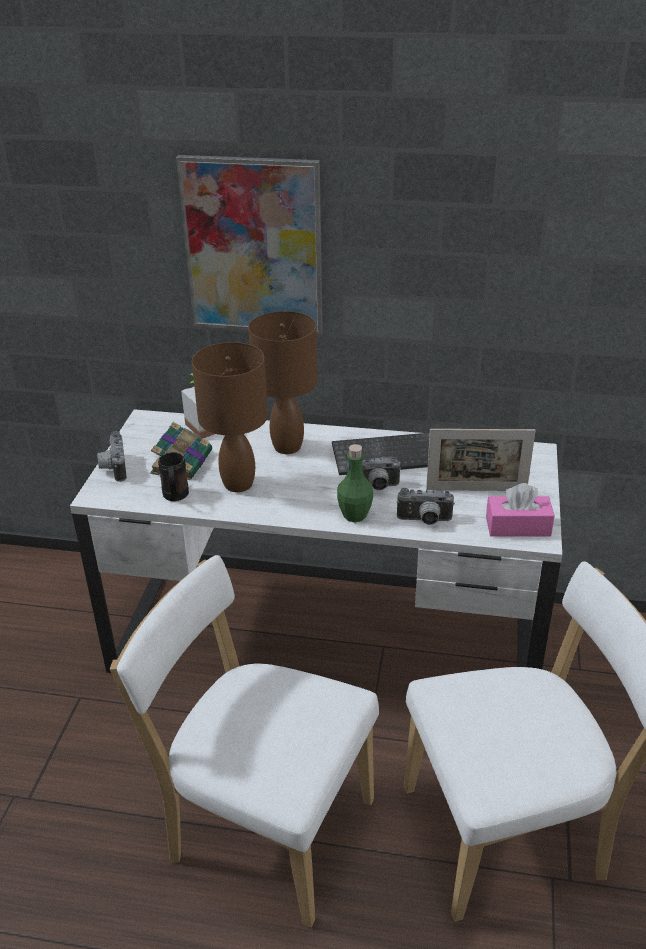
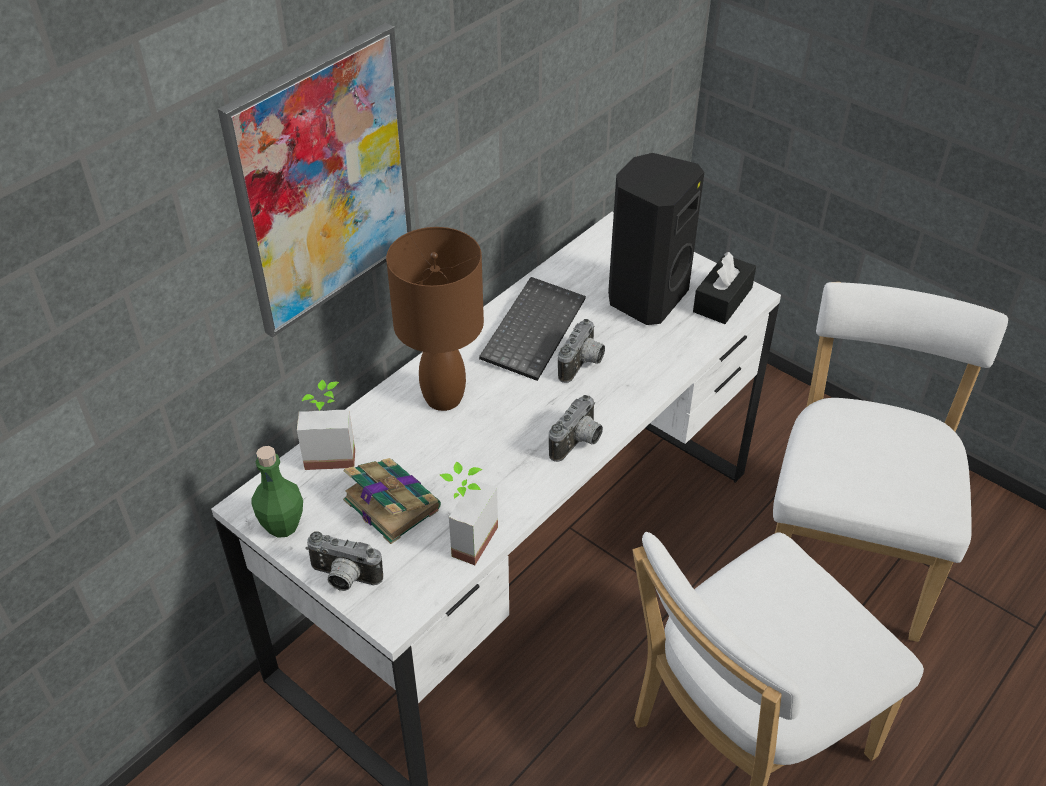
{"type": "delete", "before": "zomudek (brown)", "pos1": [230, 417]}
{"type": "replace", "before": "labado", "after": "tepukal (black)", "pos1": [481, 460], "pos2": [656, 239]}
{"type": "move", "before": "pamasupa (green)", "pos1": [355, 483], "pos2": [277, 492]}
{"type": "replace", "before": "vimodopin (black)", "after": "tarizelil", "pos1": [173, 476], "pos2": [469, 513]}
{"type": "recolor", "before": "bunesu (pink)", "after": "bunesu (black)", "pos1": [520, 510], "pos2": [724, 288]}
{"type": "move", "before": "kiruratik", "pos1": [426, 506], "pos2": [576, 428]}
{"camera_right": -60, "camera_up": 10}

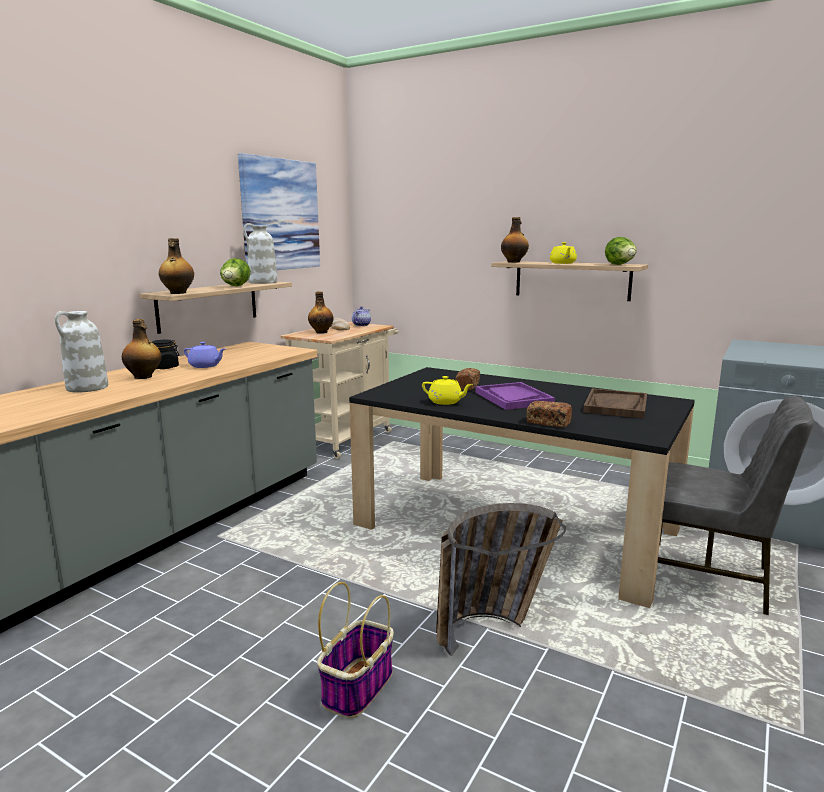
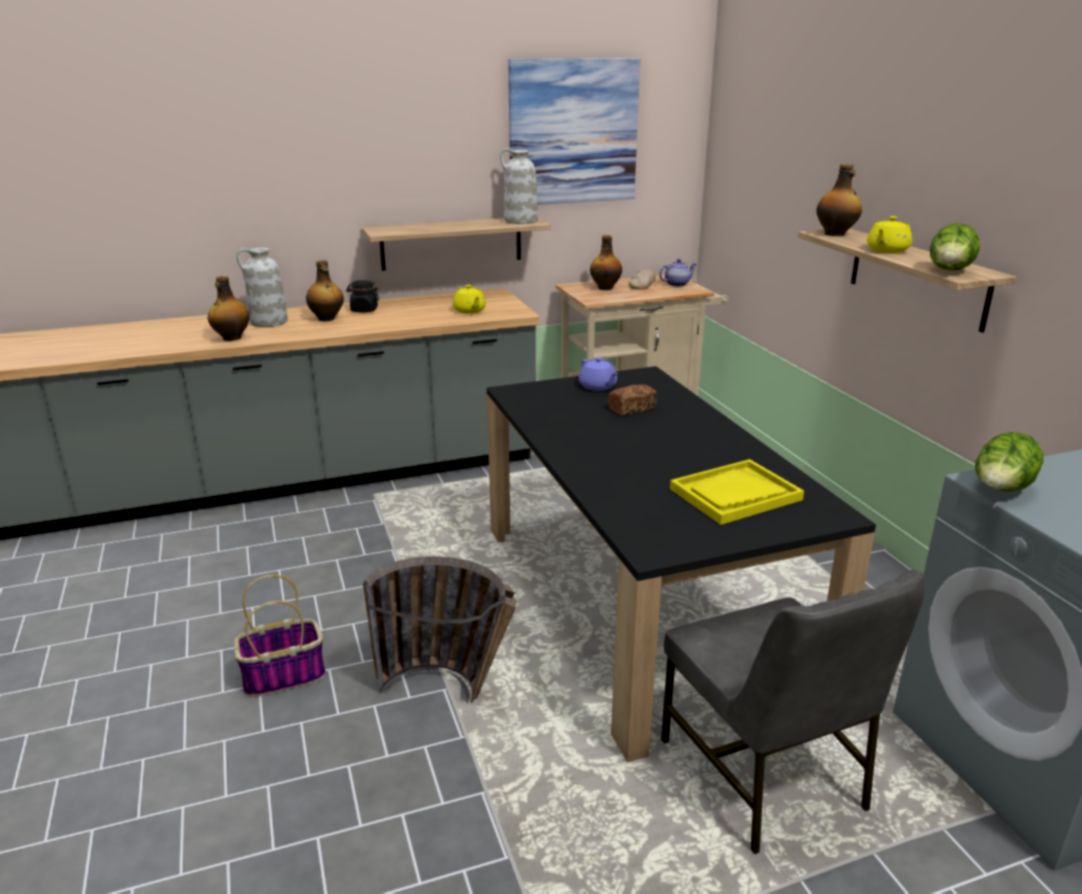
{"type": "move", "before": "pamasupa", "pos1": [176, 266], "pos2": [229, 308]}
{"type": "move", "before": "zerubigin", "pos1": [235, 272], "pos2": [1009, 461]}
{"type": "move", "before": "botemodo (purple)", "pos1": [204, 355], "pos2": [598, 374]}
{"type": "move", "before": "botemodo (yellow)", "pos1": [447, 390], "pos2": [469, 299]}
{"type": "delete", "before": "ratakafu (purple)", "pos1": [515, 396]}
{"type": "recolor", "before": "ratakafu (brown)", "after": "ratakafu (yellow)", "pos1": [615, 403], "pos2": [737, 492]}
{"type": "delete", "before": "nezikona", "pos1": [549, 414]}
{"camera_right": 40, "camera_up": 10}

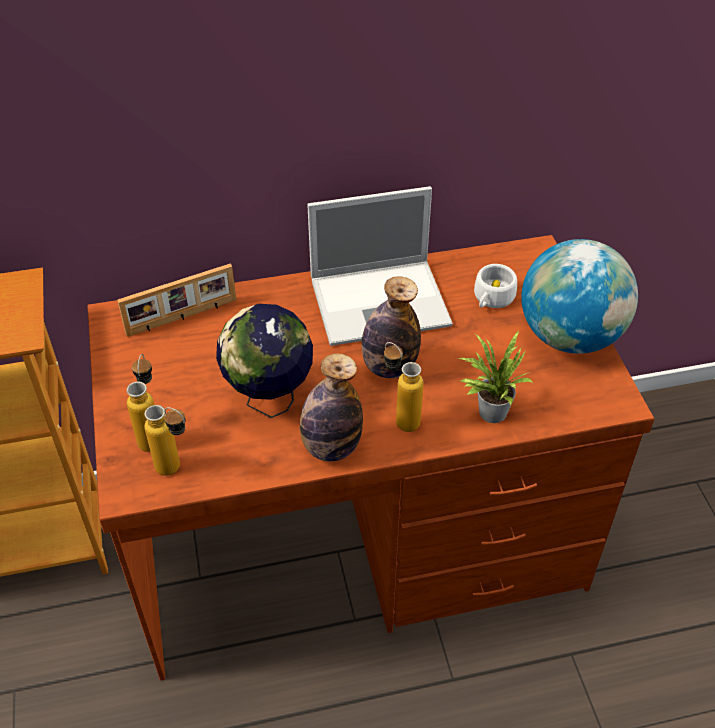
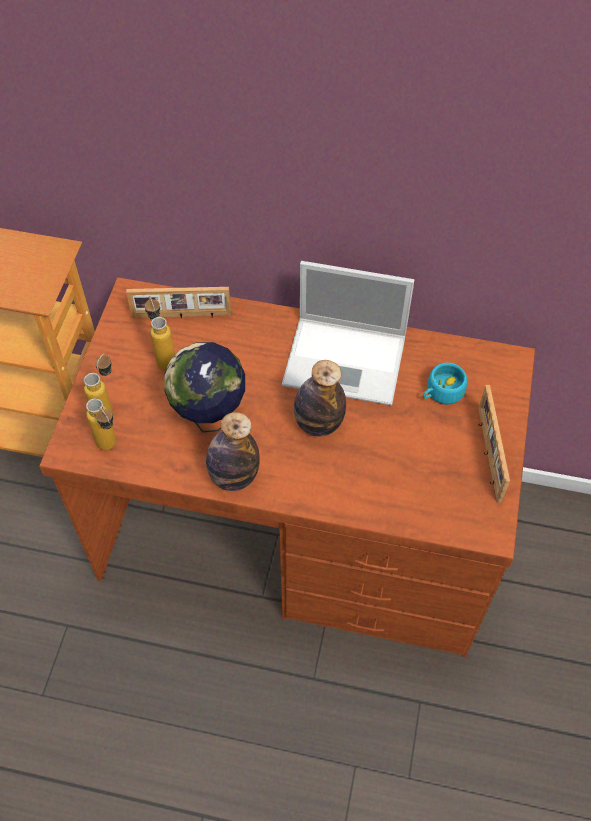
{"type": "replace", "before": "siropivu", "after": "labado", "pos1": [579, 296], "pos2": [494, 444]}
{"type": "recolor", "before": "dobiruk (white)", "after": "dobiruk (turquoise)", "pos1": [495, 286], "pos2": [445, 384]}
{"type": "delete", "before": "tarizelil", "pos1": [496, 377]}
{"type": "move", "before": "pamasupa", "pos1": [404, 387], "pos2": [160, 333]}
{"camera_right": 25, "camera_up": 10}

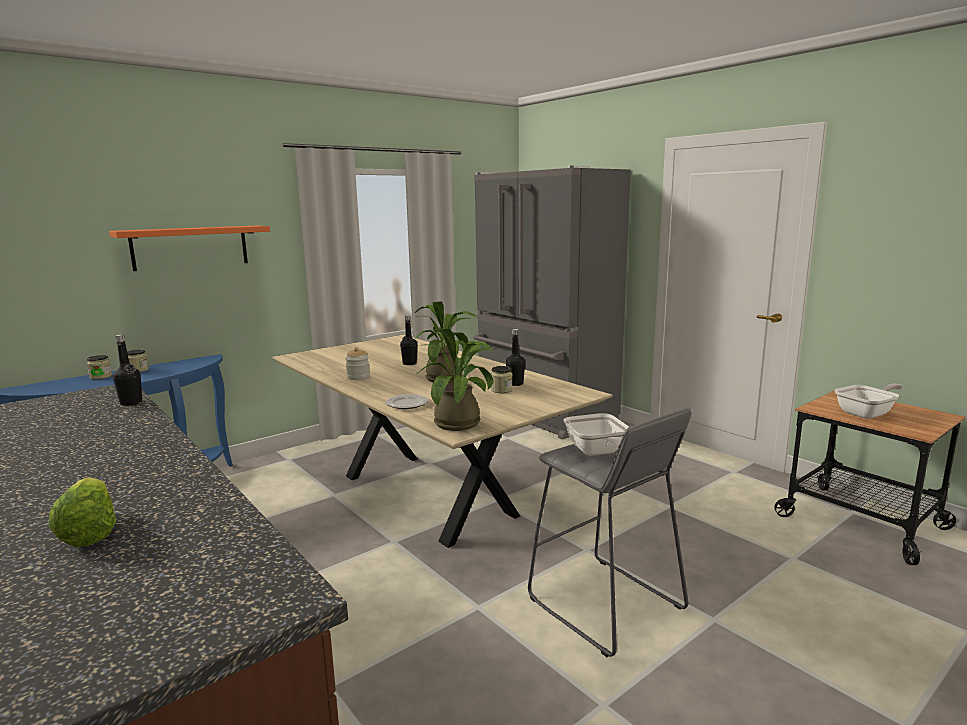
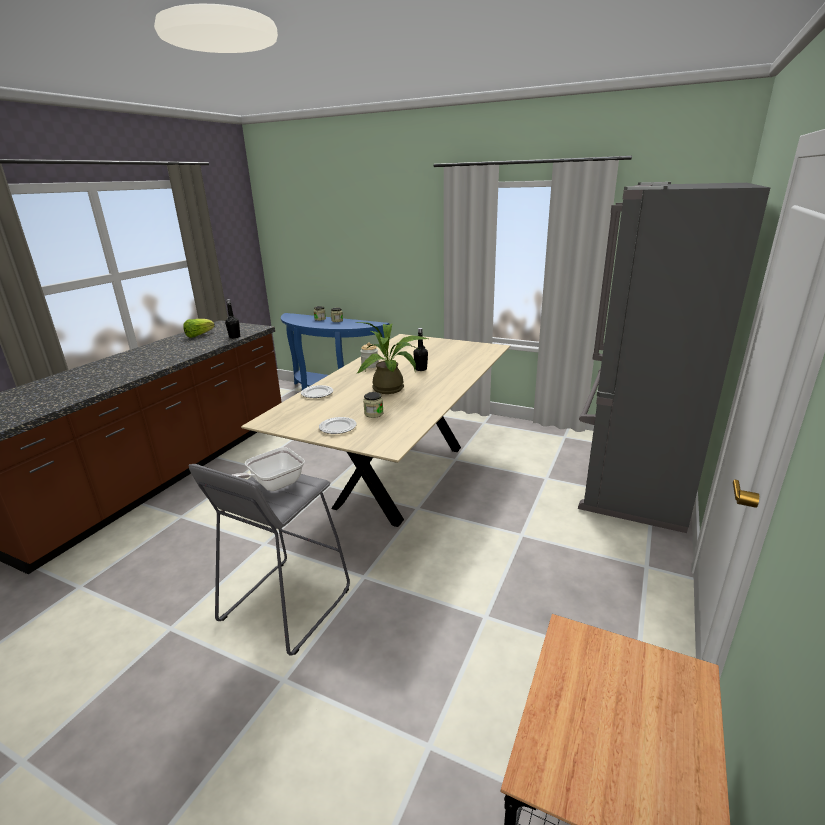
{"type": "delete", "before": "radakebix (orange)", "pos1": [189, 248]}
{"type": "delete", "before": "tarizelil", "pos1": [456, 380]}
{"type": "delete", "before": "pamasupa (black)", "pos1": [515, 357]}
{"type": "delete", "before": "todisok", "pos1": [869, 401]}
{"type": "move", "before": "zerubigin", "pos1": [82, 512], "pos2": [199, 328]}
{"type": "insert", "after": "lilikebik", "pos2": [338, 425]}
{"camera_right": 65, "camera_up": 10}

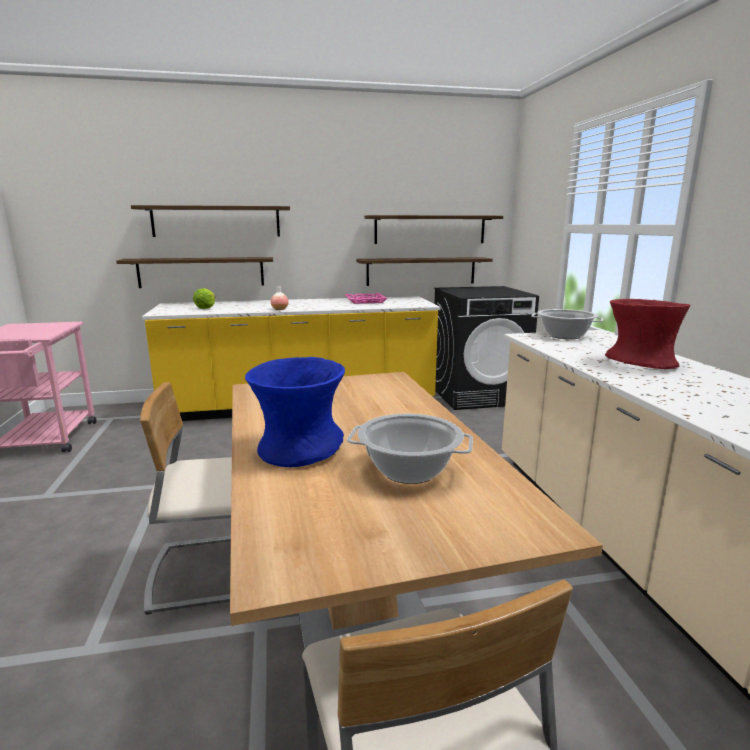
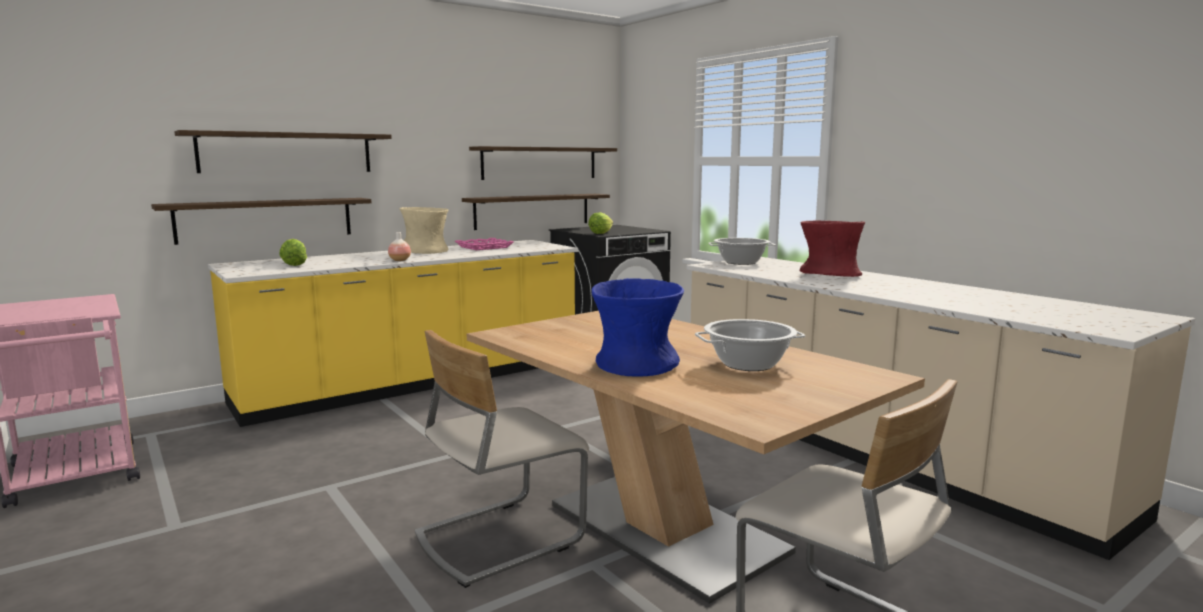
{"type": "insert", "after": "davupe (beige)", "pos2": [423, 230]}
{"type": "insert", "after": "zerubigin", "pos2": [600, 223]}
{"camera_right": -25, "camera_up": -5}

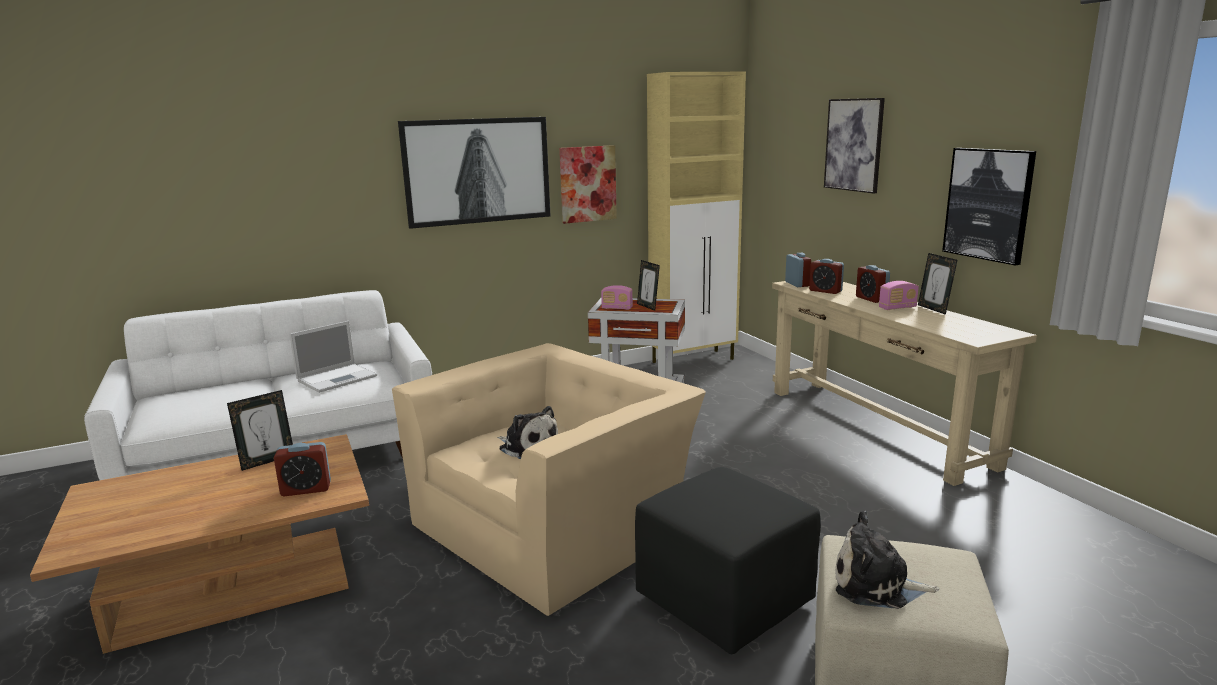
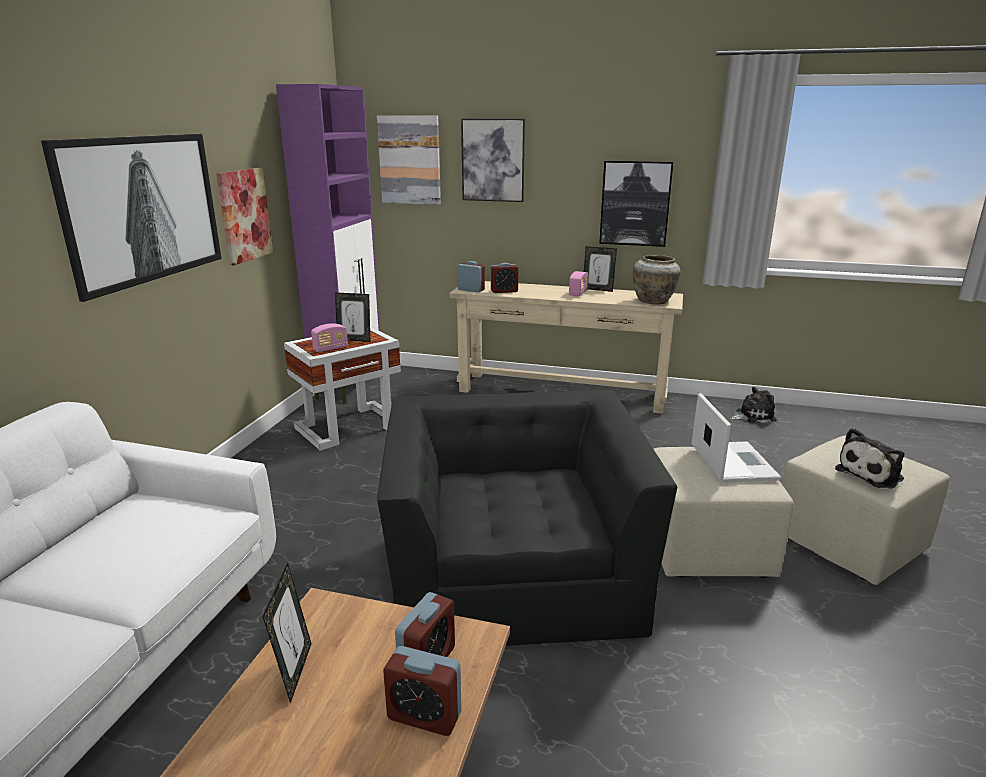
{"type": "recolor", "before": "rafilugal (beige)", "after": "rafilugal (purple)", "pos1": [696, 217], "pos2": [328, 243]}
{"type": "move", "before": "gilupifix", "pos1": [873, 284], "pos2": [422, 691]}
{"type": "move", "before": "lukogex", "pos1": [333, 357], "pos2": [736, 438]}
{"type": "recolor", "before": "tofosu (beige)", "after": "tofosu (black)", "pos1": [549, 479], "pos2": [527, 518]}
{"type": "move", "before": "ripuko", "pos1": [527, 432], "pos2": [753, 405]}
{"type": "recolor", "before": "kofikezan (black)", "after": "kofikezan (beige)", "pos1": [728, 560], "pos2": [724, 512]}
{"type": "insert", "after": "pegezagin", "pos2": [409, 160]}
{"type": "insert", "after": "davupe (beige)", "pos2": [657, 280]}
{"camera_right": -50, "camera_up": 5}

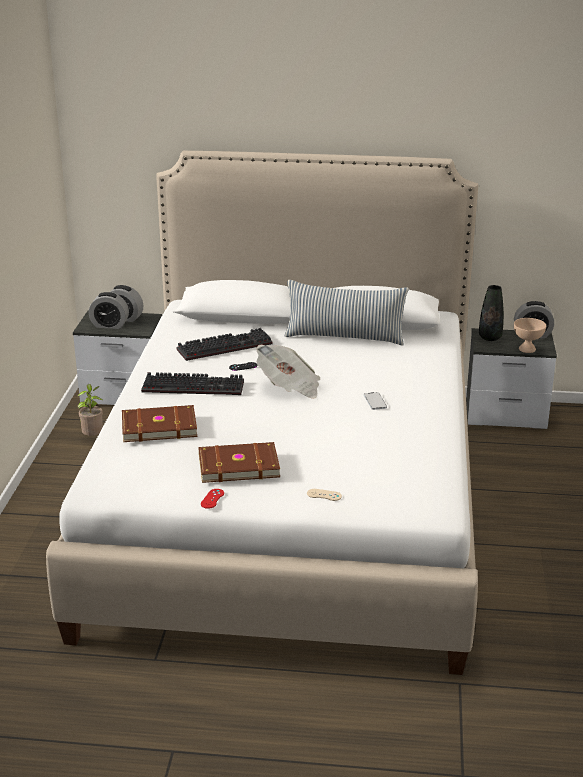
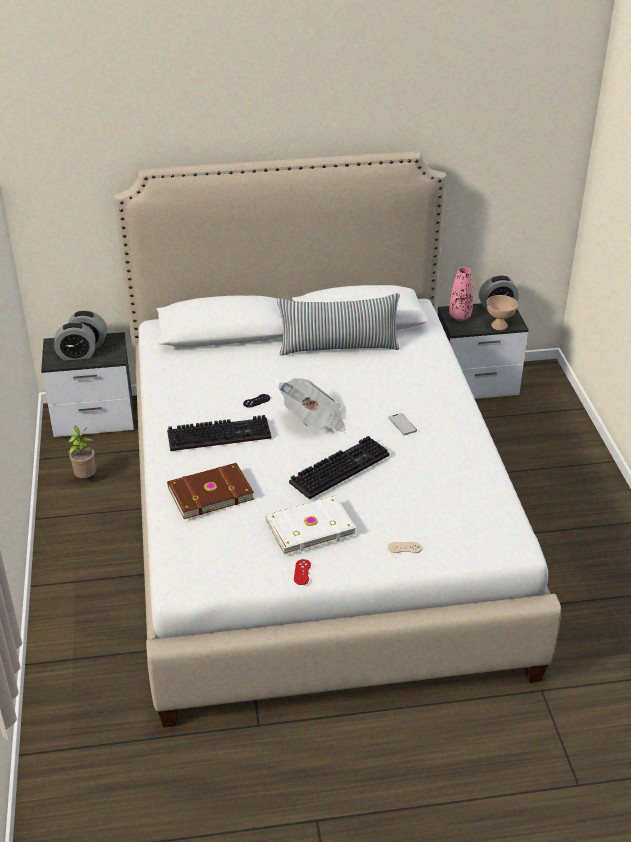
{"type": "recolor", "before": "davupe (black)", "after": "davupe (pink)", "pos1": [491, 313], "pos2": [461, 294]}
{"type": "move", "before": "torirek", "pos1": [225, 344], "pos2": [339, 467]}
{"type": "recolor", "before": "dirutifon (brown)", "after": "dirutifon (white)", "pos1": [239, 462], "pos2": [310, 525]}
{"camera_right": -15, "camera_up": 10}

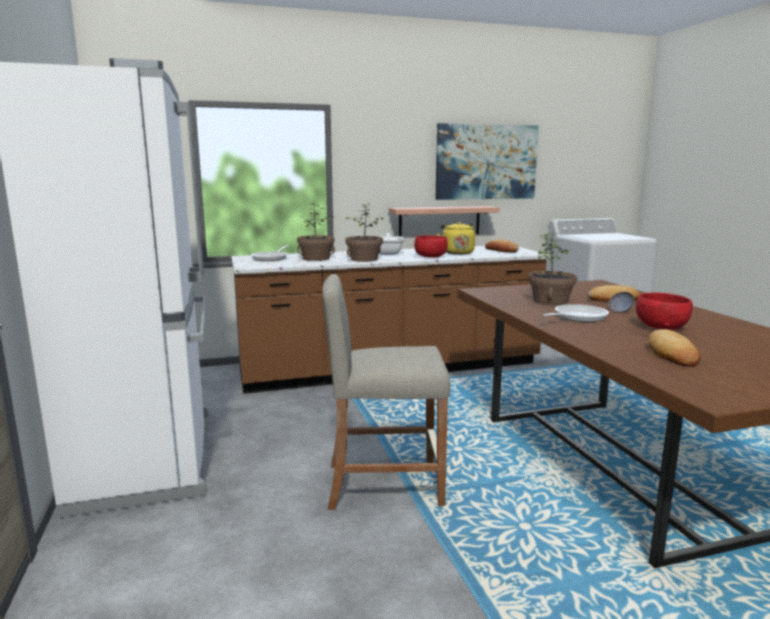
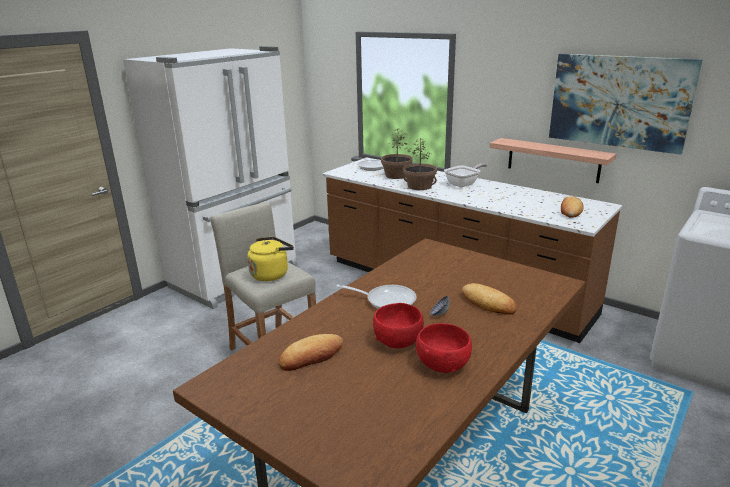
{"type": "move", "before": "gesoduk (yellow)", "pos1": [455, 238], "pos2": [271, 259]}
{"type": "delete", "before": "tarizelil", "pos1": [552, 268]}
{"type": "move", "before": "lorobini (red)", "pos1": [431, 246], "pos2": [444, 348]}
{"camera_right": 55, "camera_up": 10}

